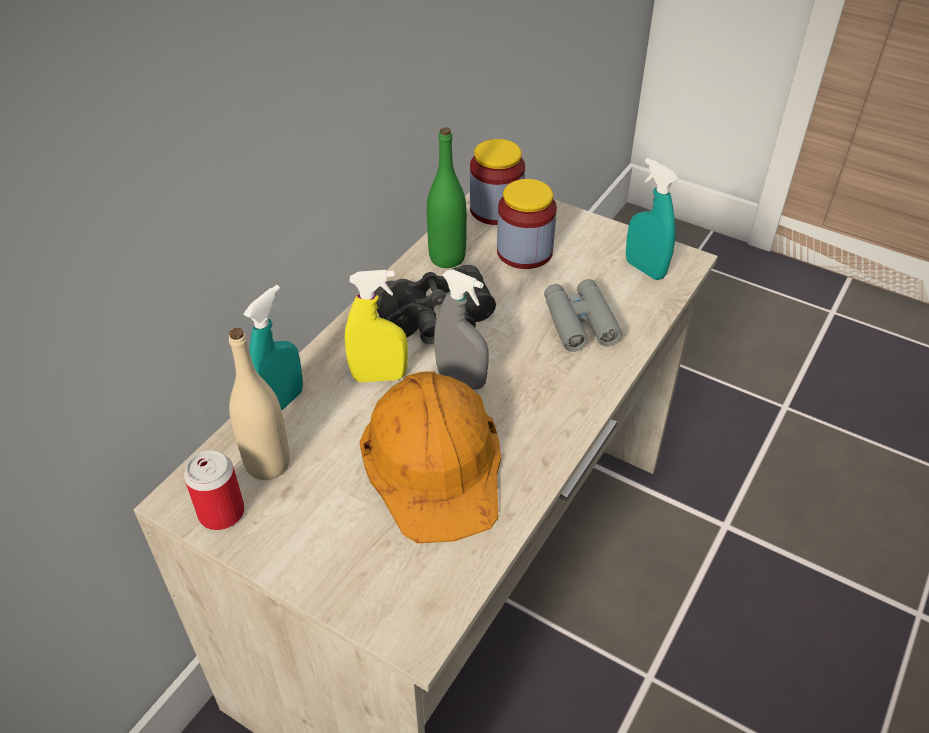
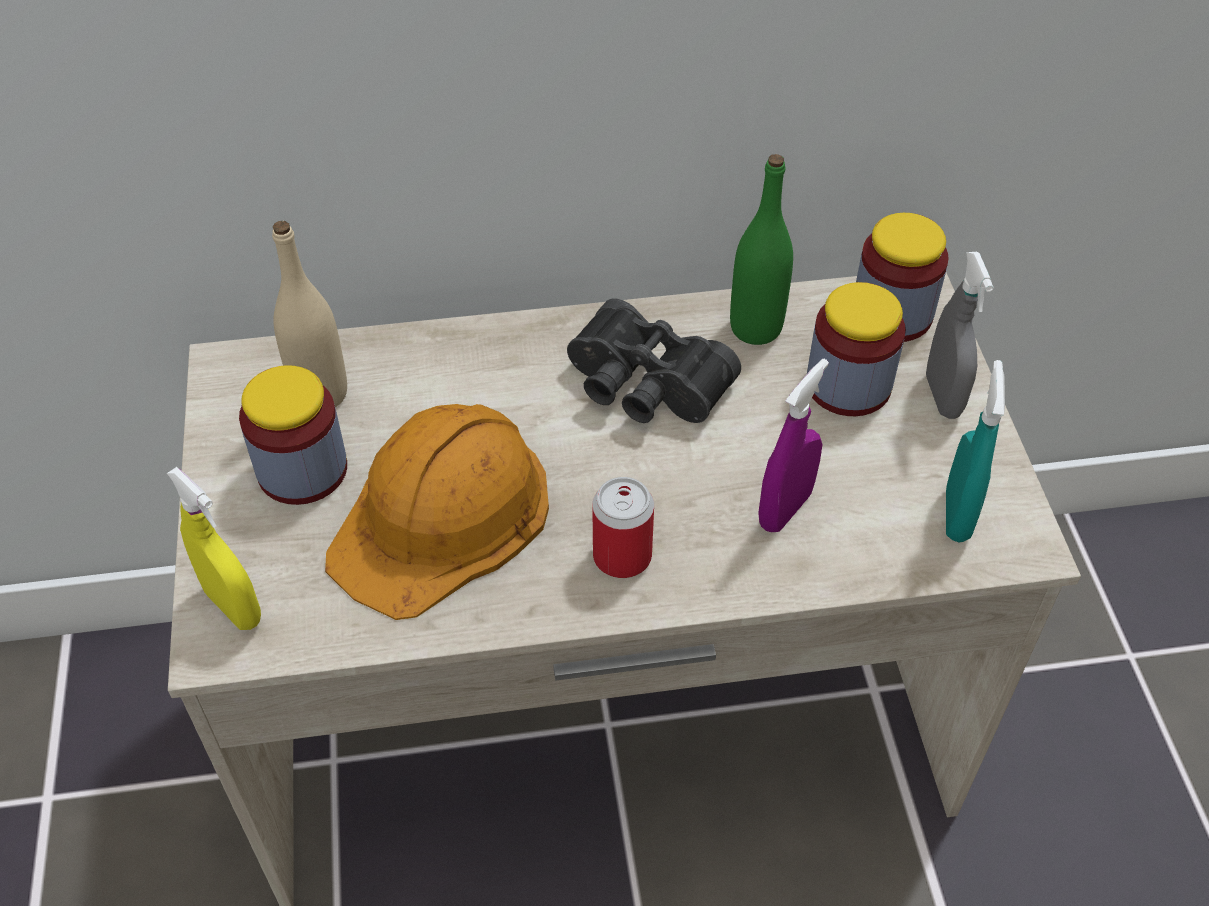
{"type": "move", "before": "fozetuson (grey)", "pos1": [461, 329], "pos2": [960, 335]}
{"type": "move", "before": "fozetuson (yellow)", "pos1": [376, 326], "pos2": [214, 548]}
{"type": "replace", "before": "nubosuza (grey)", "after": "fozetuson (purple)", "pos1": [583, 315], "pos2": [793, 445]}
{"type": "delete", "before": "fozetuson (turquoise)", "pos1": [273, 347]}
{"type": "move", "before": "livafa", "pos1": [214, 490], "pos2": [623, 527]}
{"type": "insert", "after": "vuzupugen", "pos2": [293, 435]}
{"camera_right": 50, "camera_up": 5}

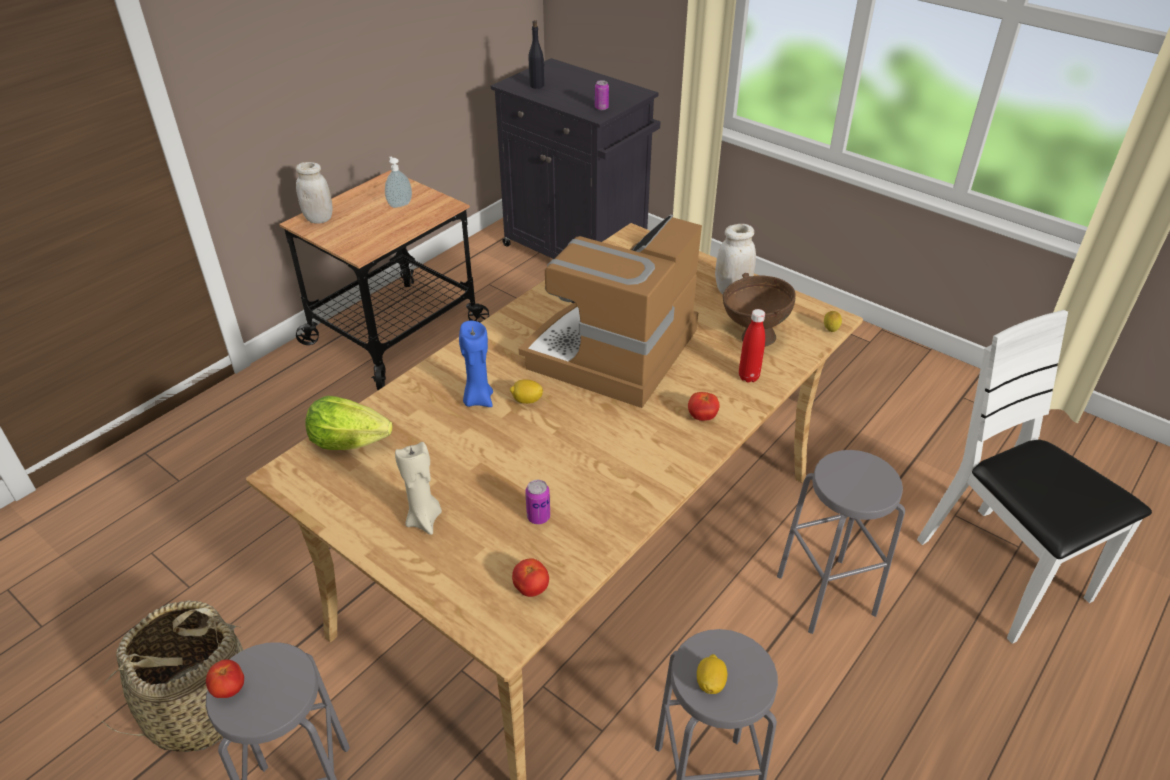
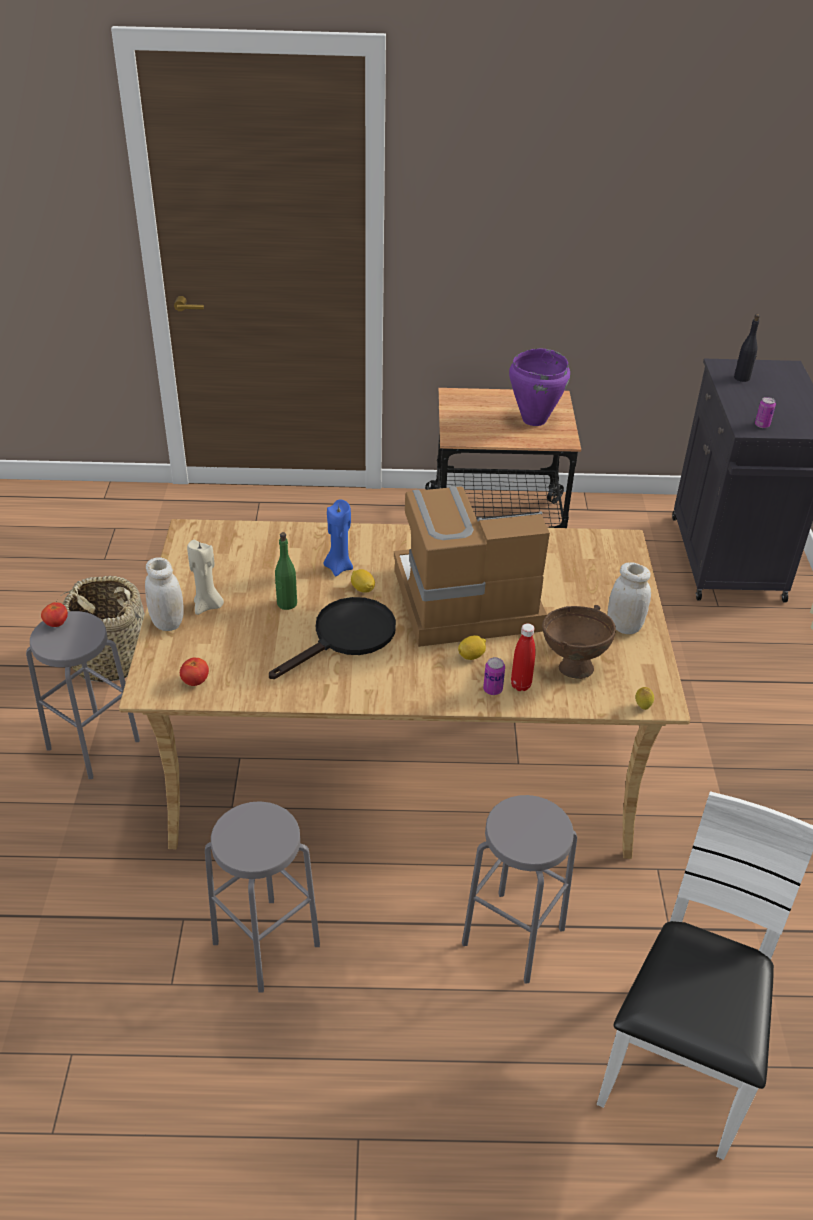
{"type": "replace", "before": "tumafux", "after": "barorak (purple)", "pos1": [398, 182], "pos2": [539, 387]}
{"type": "move", "before": "vuzupugen (white)", "pos1": [314, 193], "pos2": [164, 594]}
{"type": "delete", "before": "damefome", "pos1": [703, 406]}
{"type": "delete", "before": "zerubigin", "pos1": [348, 423]}
{"type": "move", "before": "livafa", "pos1": [537, 502], "pos2": [494, 676]}
{"type": "move", "before": "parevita", "pos1": [712, 674], "pos2": [472, 647]}
{"type": "insert", "after": "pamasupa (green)", "pos2": [286, 571]}
{"type": "insert", "after": "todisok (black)", "pos2": [332, 638]}
{"camera_right": 50, "camera_up": 0}

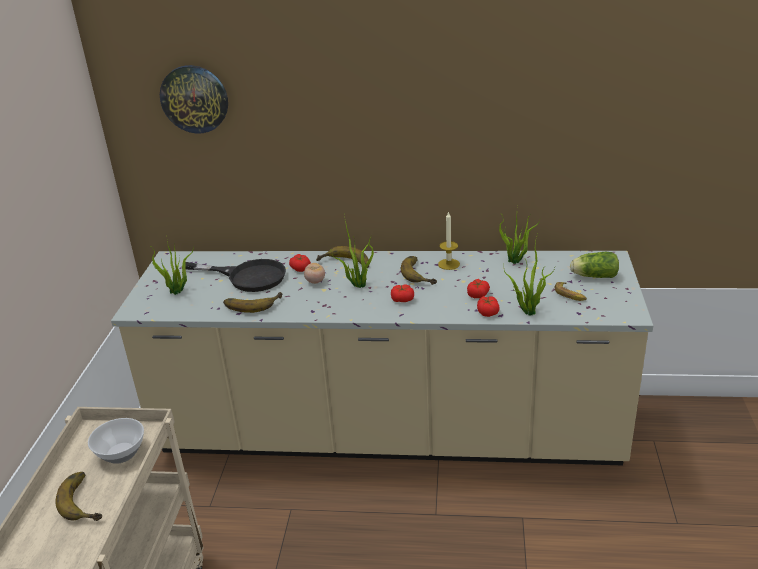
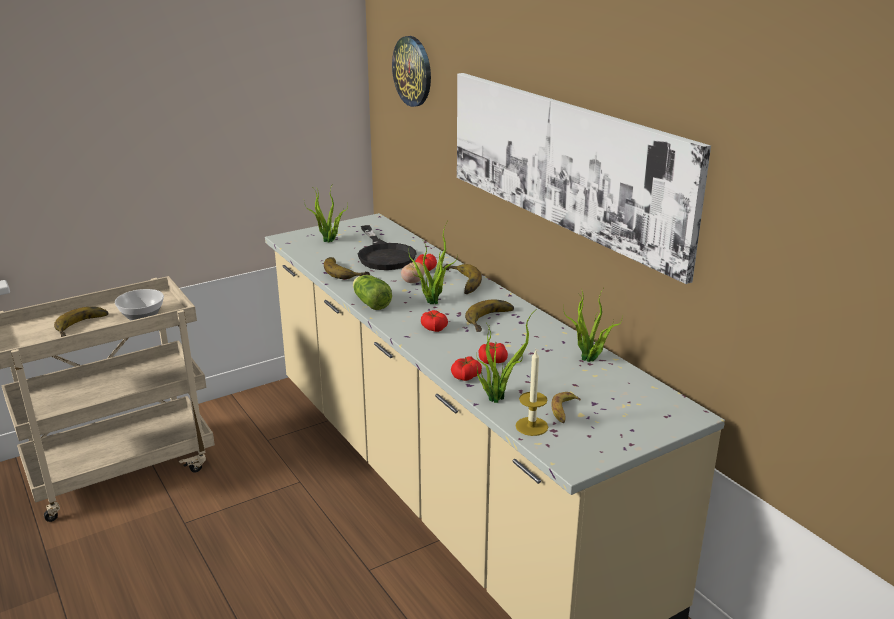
{"type": "move", "before": "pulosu", "pos1": [449, 240], "pos2": [531, 393]}
{"type": "move", "before": "zerubigin", "pos1": [594, 265], "pos2": [372, 292]}
{"type": "insert", "after": "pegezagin", "pos2": [584, 178]}
{"camera_right": 50, "camera_up": -5}

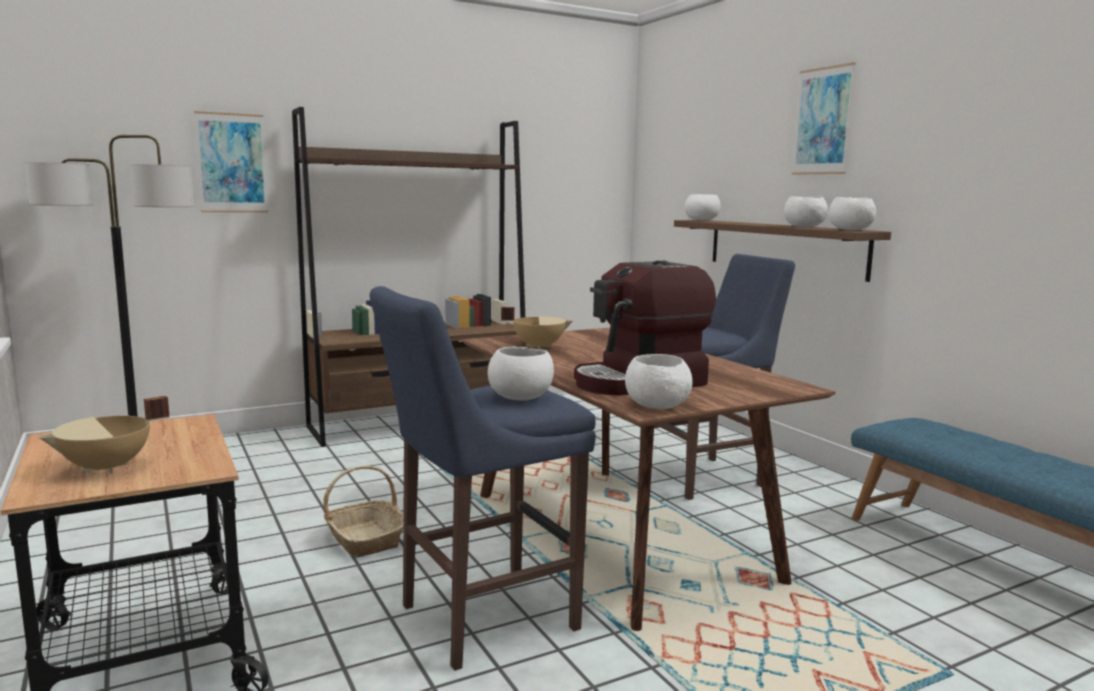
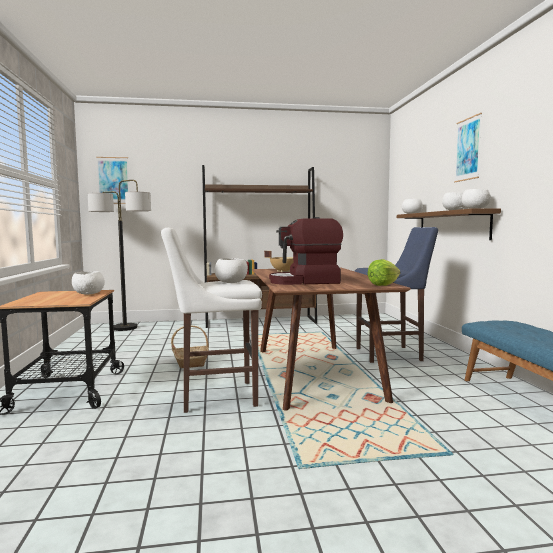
{"type": "move", "before": "pegezagin", "pos1": [231, 161], "pos2": [112, 180]}
{"type": "recolor", "before": "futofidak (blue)", "after": "futofidak (white)", "pos1": [483, 478], "pos2": [211, 320]}
{"type": "move", "before": "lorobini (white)", "pos1": [659, 381], "pos2": [88, 282]}
{"type": "delete", "before": "barorak (beige)", "pos1": [104, 435]}
{"type": "insert", "after": "zerubigin", "pos2": [383, 272]}
{"camera_right": 20, "camera_up": -5}

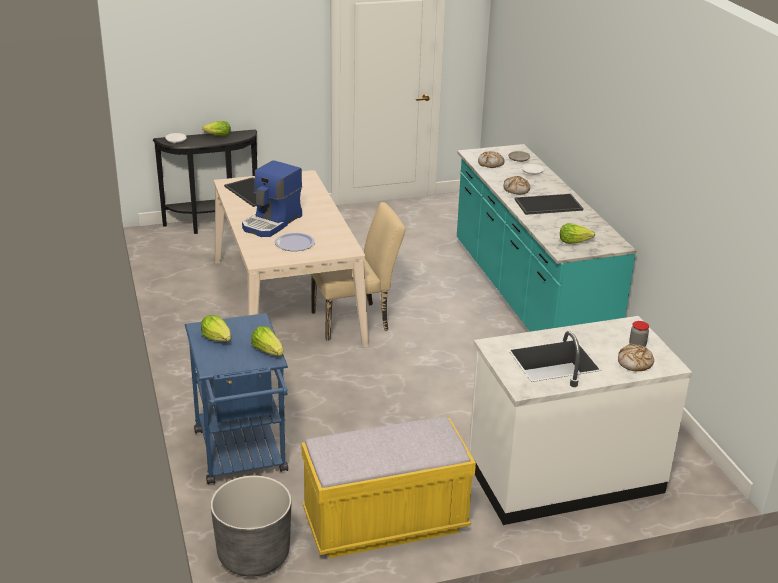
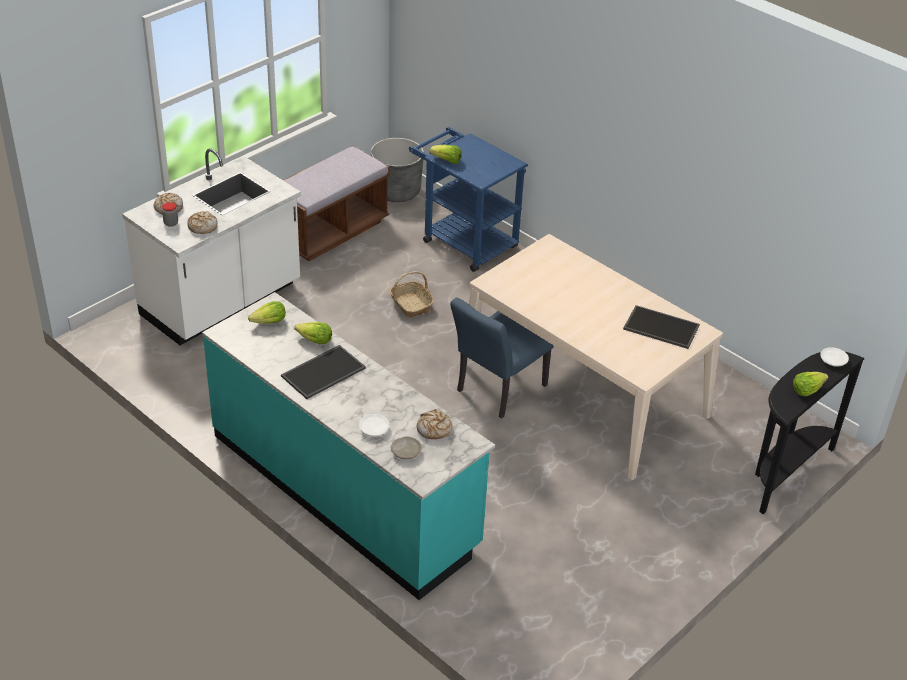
{"type": "delete", "before": "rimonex", "pos1": [272, 198]}
{"type": "move", "before": "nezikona", "pos1": [516, 185], "pos2": [202, 222]}
{"type": "recolor", "before": "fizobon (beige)", "after": "fizobon (blue)", "pos1": [358, 271], "pos2": [502, 357]}
{"type": "delete", "before": "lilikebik", "pos1": [295, 241]}
{"type": "move", "before": "zerubigin", "pos1": [216, 328], "pos2": [313, 333]}
{"type": "recolor", "before": "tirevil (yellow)", "after": "tirevil (brown)", "pos1": [388, 487], "pos2": [336, 203]}
{"type": "insert", "after": "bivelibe", "pos2": [412, 294]}
{"camera_right": 150, "camera_up": 10}

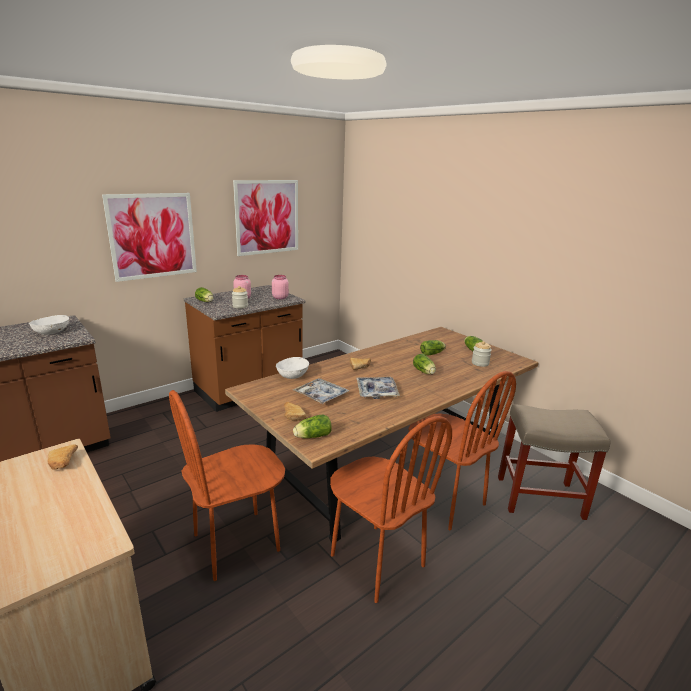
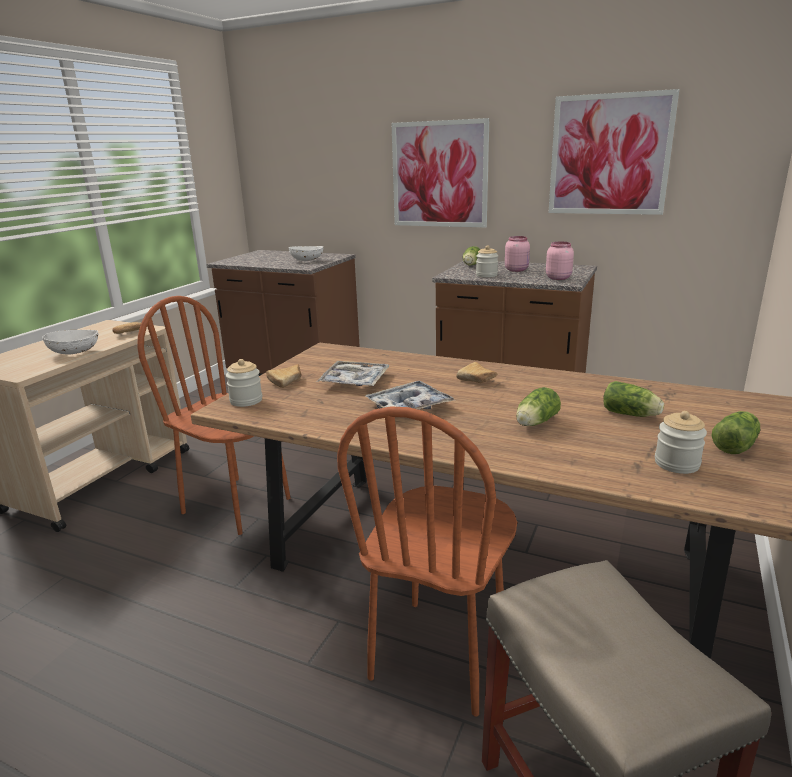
{"type": "move", "before": "lorobini (white)", "pos1": [292, 368], "pos2": [70, 342]}
{"type": "replace", "before": "zerubigin", "after": "vuzupugen", "pos1": [312, 426], "pos2": [244, 383]}
{"type": "delete", "before": "fizobon (brown)", "pos1": [391, 509]}
{"camera_right": 65, "camera_up": 0}

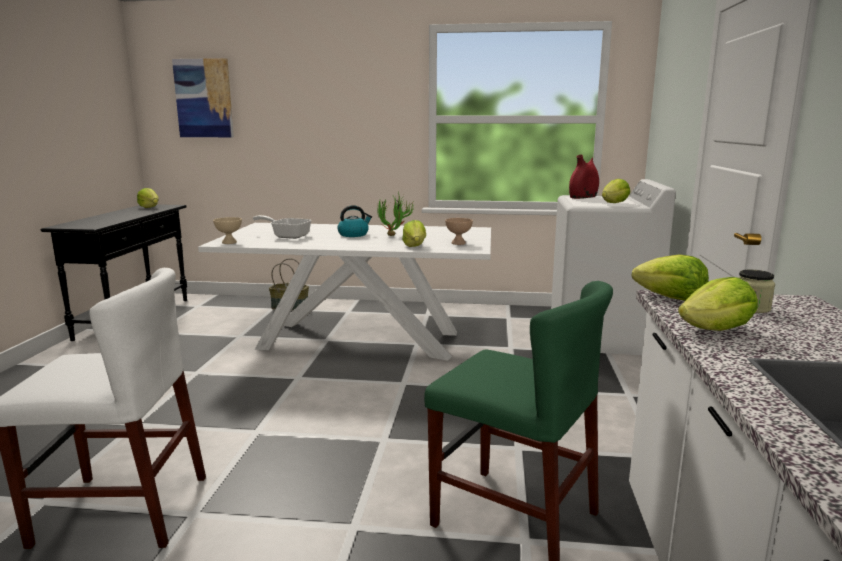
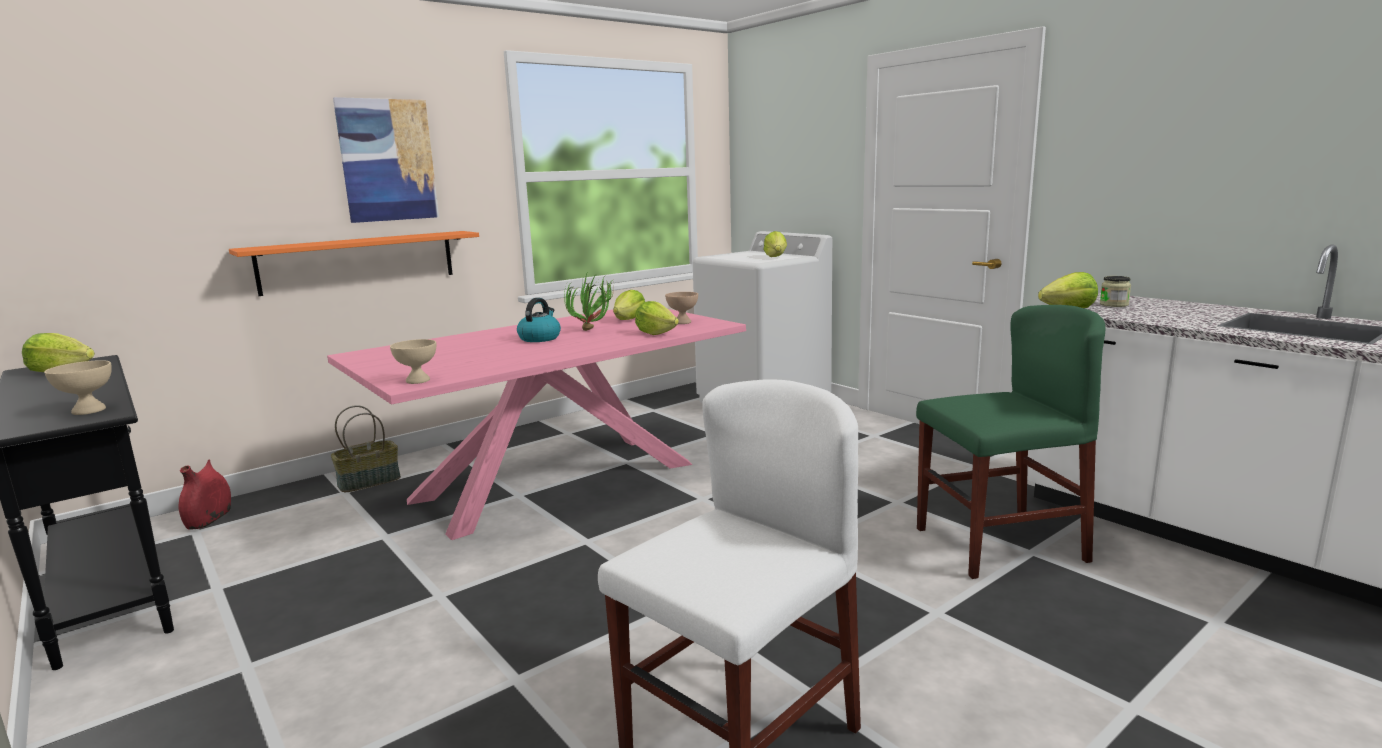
{"type": "move", "before": "pegezagin", "pos1": [203, 97], "pos2": [386, 160]}
{"type": "move", "before": "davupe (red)", "pos1": [584, 177], "pos2": [204, 494]}
{"type": "delete", "before": "todisok", "pos1": [282, 227]}
{"type": "recolor", "before": "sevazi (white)", "after": "sevazi (pink)", "pos1": [344, 292], "pos2": [536, 424]}
{"type": "move", "before": "zerubigin", "pos1": [718, 304], "pos2": [629, 305]}
{"type": "insert", "after": "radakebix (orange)", "pos2": [354, 263]}
{"type": "insert", "after": "lorobini (beige)", "pos2": [78, 387]}
{"camera_right": -45, "camera_up": 0}

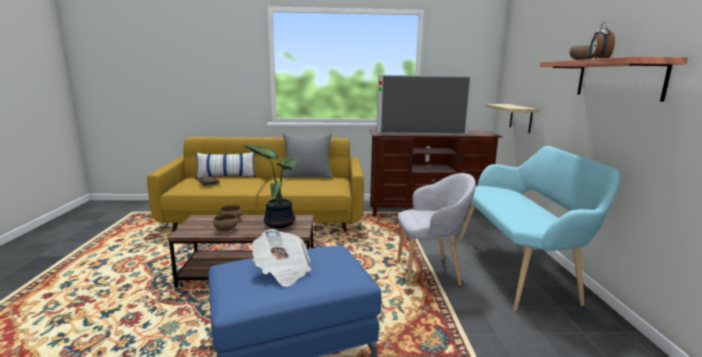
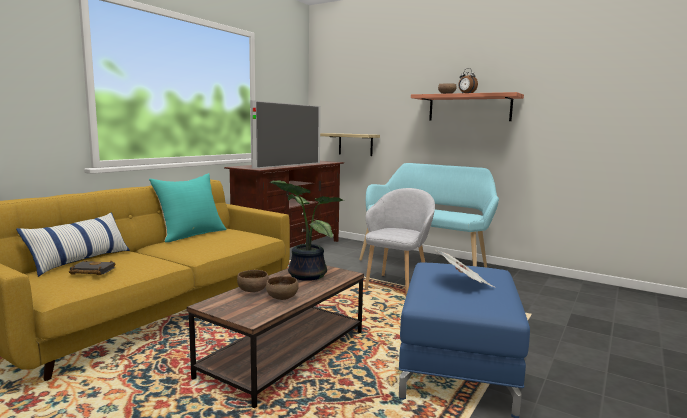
{"type": "recolor", "before": "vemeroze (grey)", "after": "vemeroze (turquoise)", "pos1": [307, 156], "pos2": [187, 208]}
{"camera_right": -55, "camera_up": -5}

